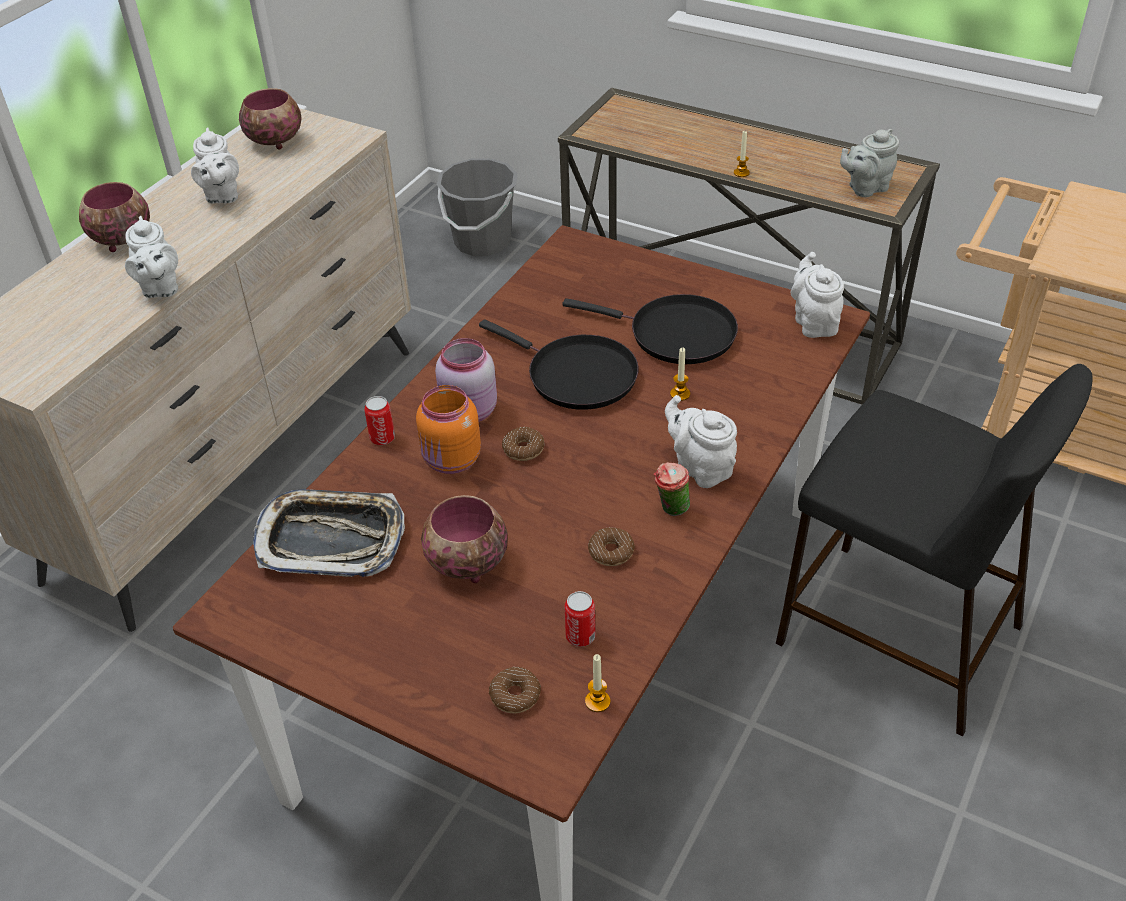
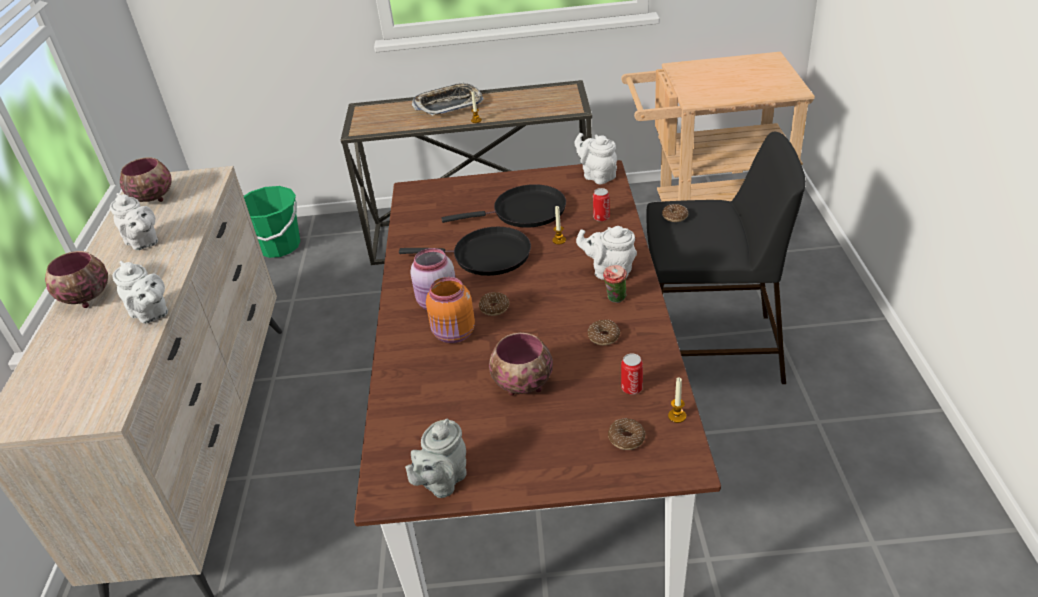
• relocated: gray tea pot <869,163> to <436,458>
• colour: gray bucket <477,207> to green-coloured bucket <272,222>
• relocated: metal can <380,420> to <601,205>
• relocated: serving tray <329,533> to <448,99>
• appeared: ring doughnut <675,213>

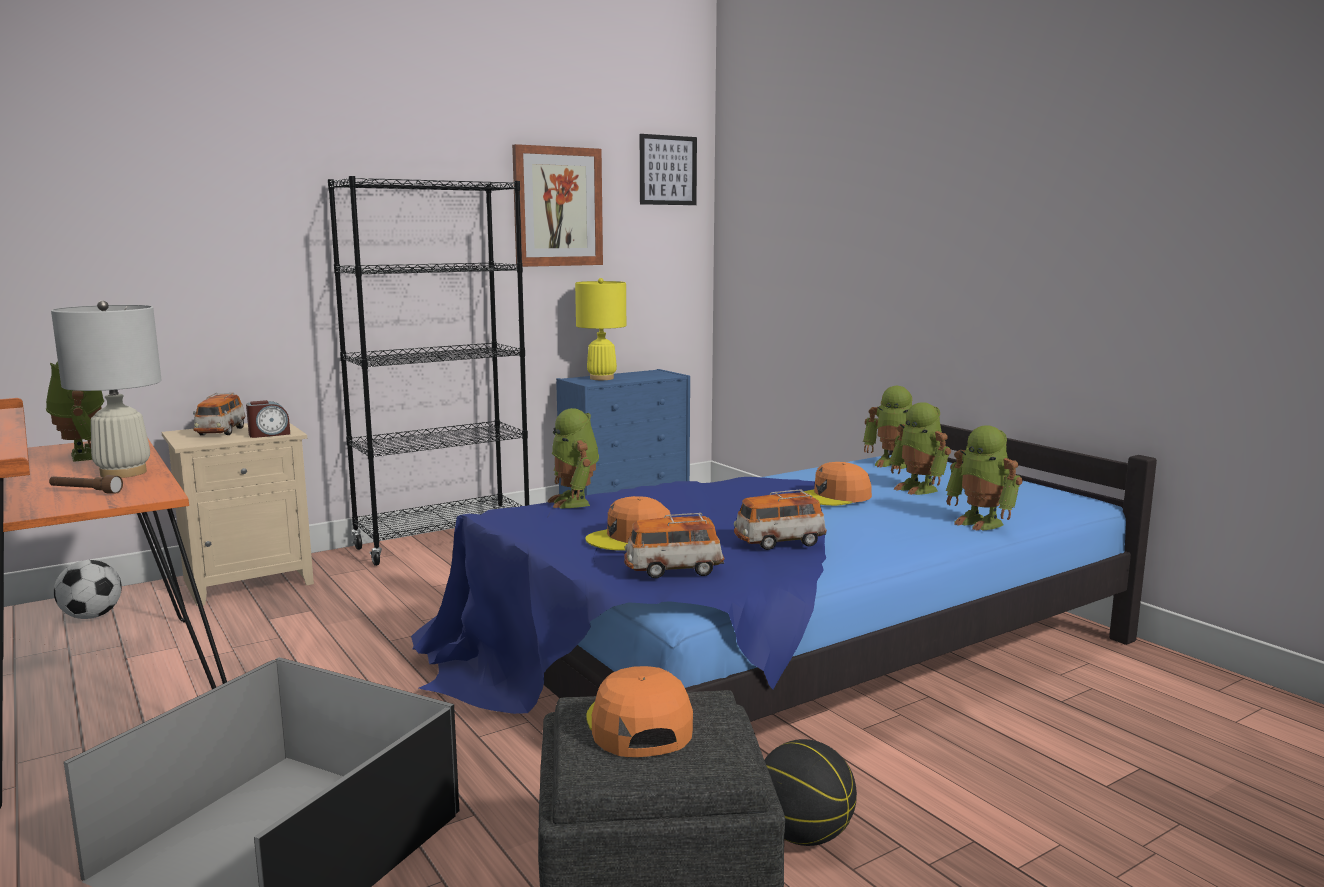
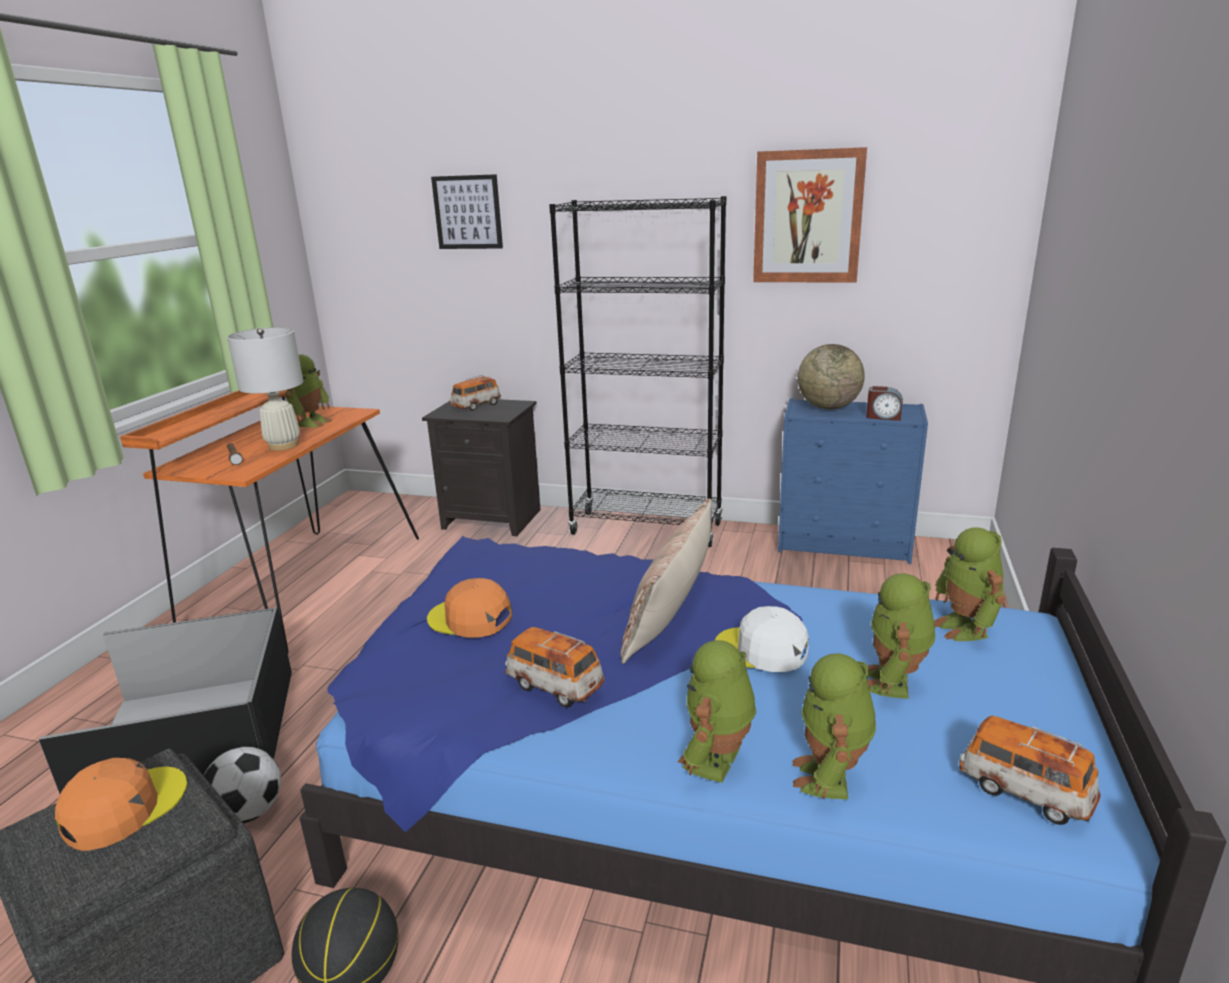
• relocated: picture <668,169> to <467,211>
• exchanged: yellow tabletop lamp <600,329> to desk globe <831,376>
• relocated: alarm clock <268,419> to <884,403>
• relocated: robot figure <573,458> to <717,711>
• colour: beige night table <238,514> to black-coloured night table <481,467>
• colour: orangey cap <836,484> to white cap <762,639>
• relocated: miniature car <674,545> to <1030,770>
• relocated: ball for football <88,589> to <242,785>
• appeared: cushion <666,581>

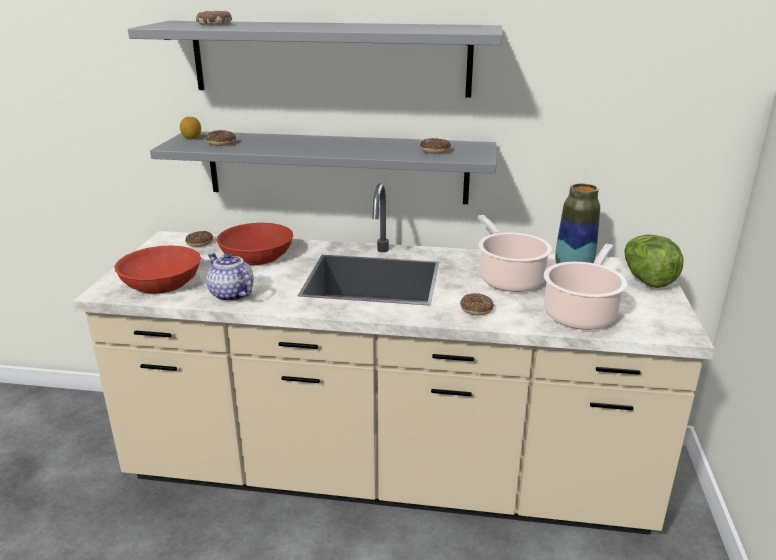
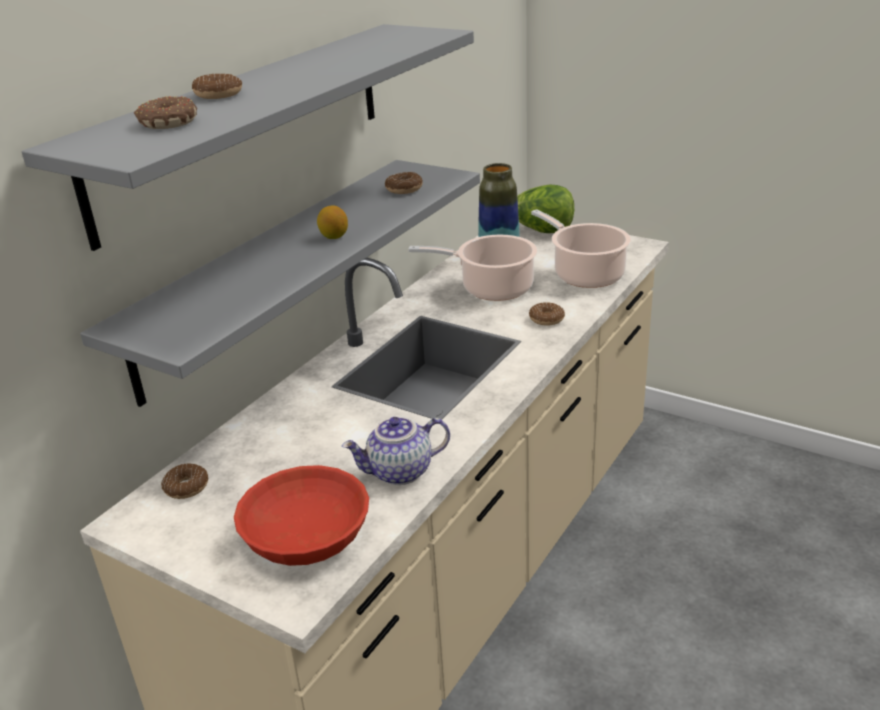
• relocated: lemon <190,128> to <332,222>
• relocated: ring doughnut <220,138> to <217,86>
• missing: red-coloured bowl <254,244>

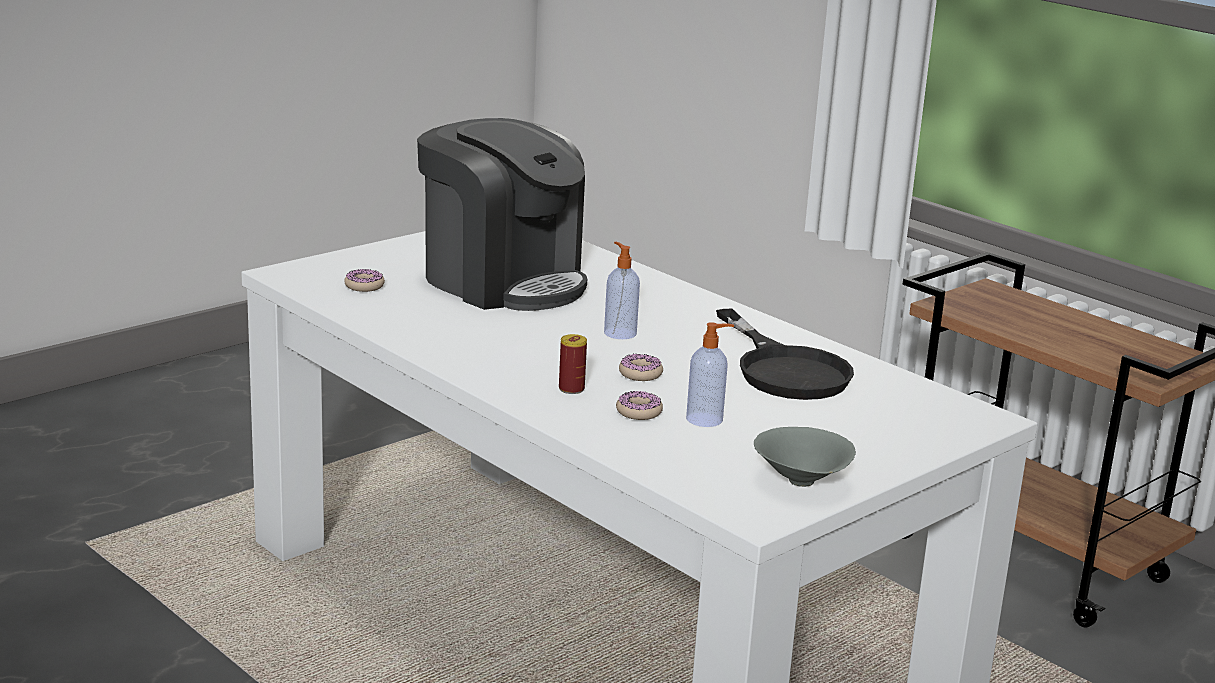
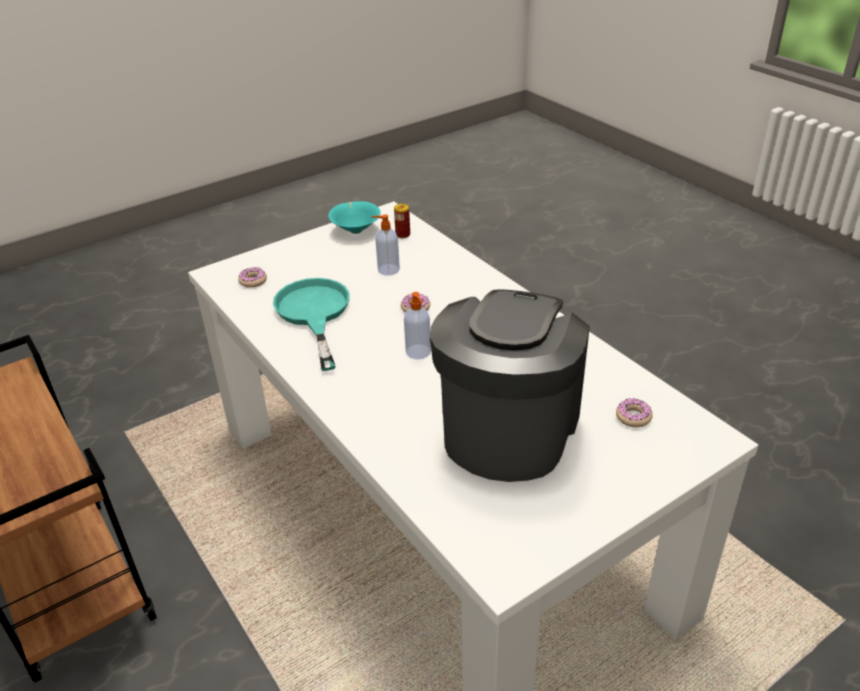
• spun: coffee machine <502,214> = <510,385> 60 degrees clockwise
• colour: black-coloured frying pan <785,354> to turquoise-coloured frying pan <311,324>
• relocated: metal can <573,364> to <402,221>
• relocated: ring doughnut <639,405> to <252,277>
• colour: gray bowl <805,457> to turquoise-coloured bowl <354,217>

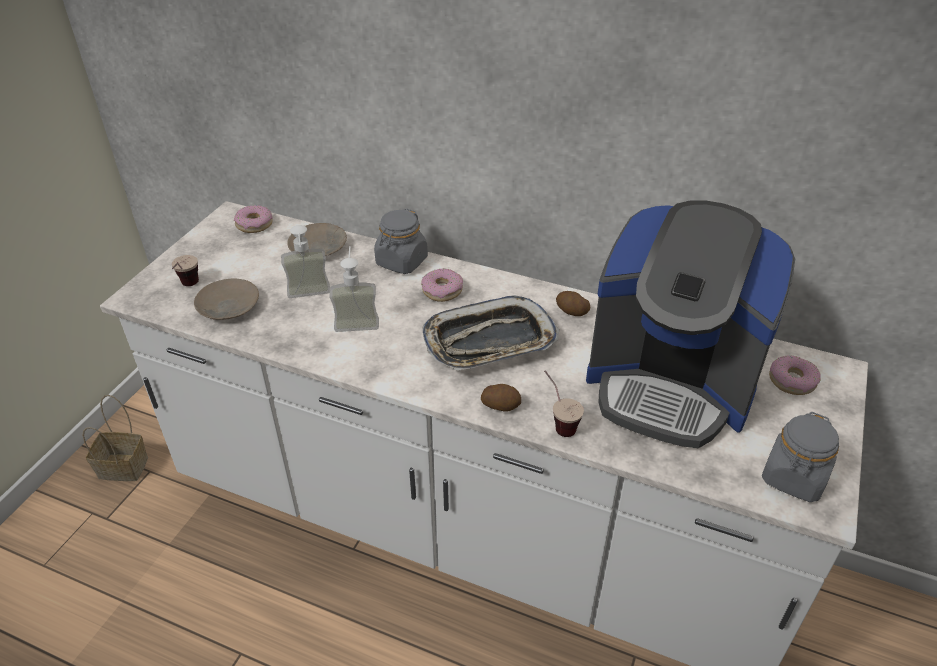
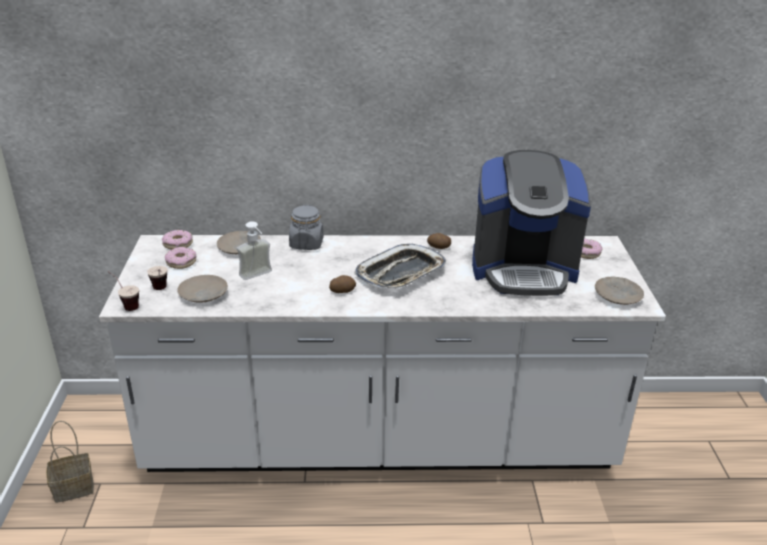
• missing: soap dispenser <354,289>
• relocated: ring doughnut <442,285> to <180,258>
• relocated: small cup <564,403> to <123,291>
• relocated: whole potato <501,398> to <342,284>
• exchanged: gray preserve jar <800,457> to beige flat dish <619,290>

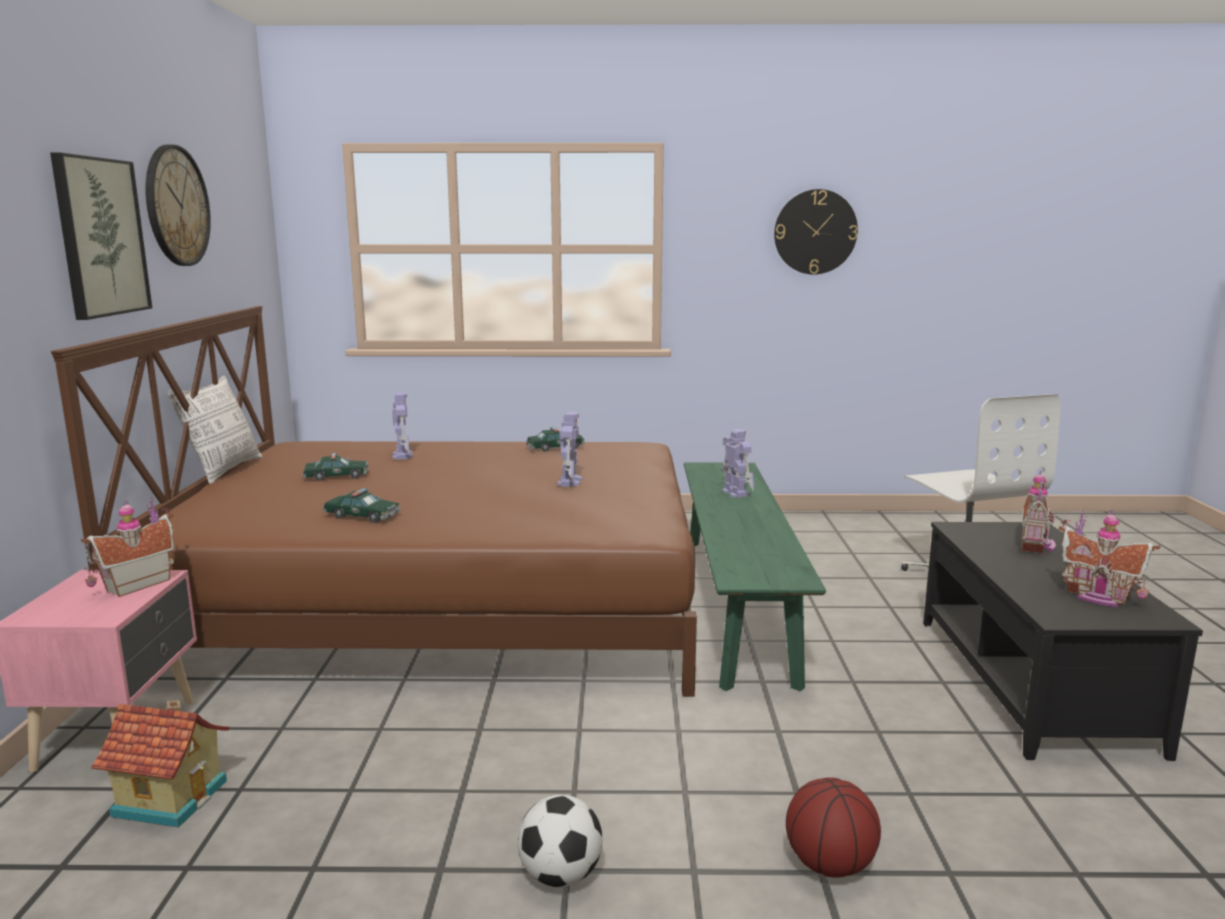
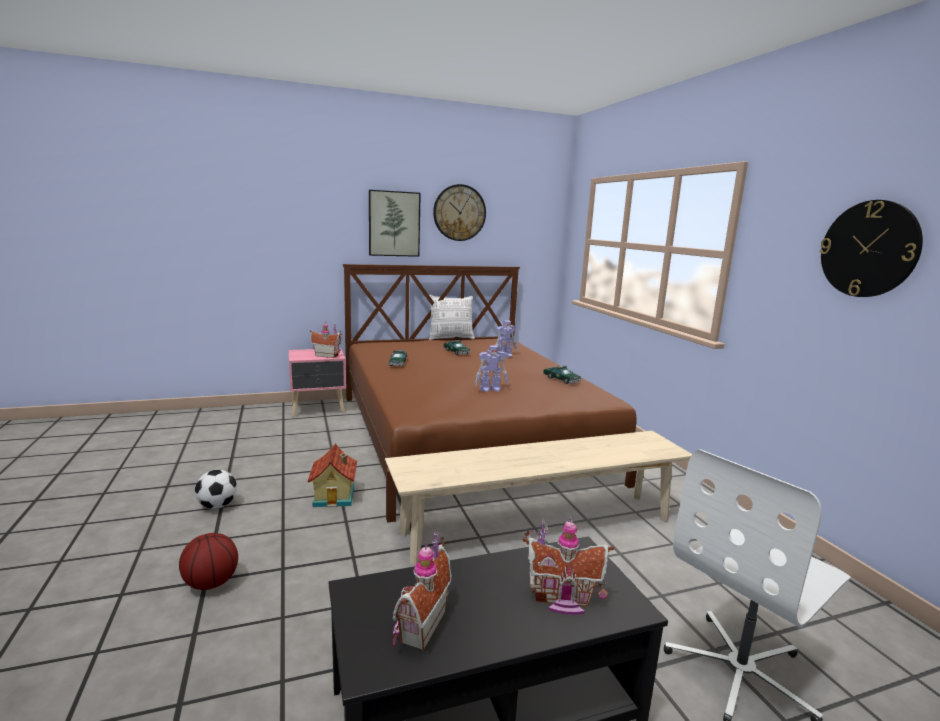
• missing: robot figure <737,463>
• colour: green-coloured long seat <755,577> to beige long seat <538,498>
• relocated: model house <160,764> to <332,475>

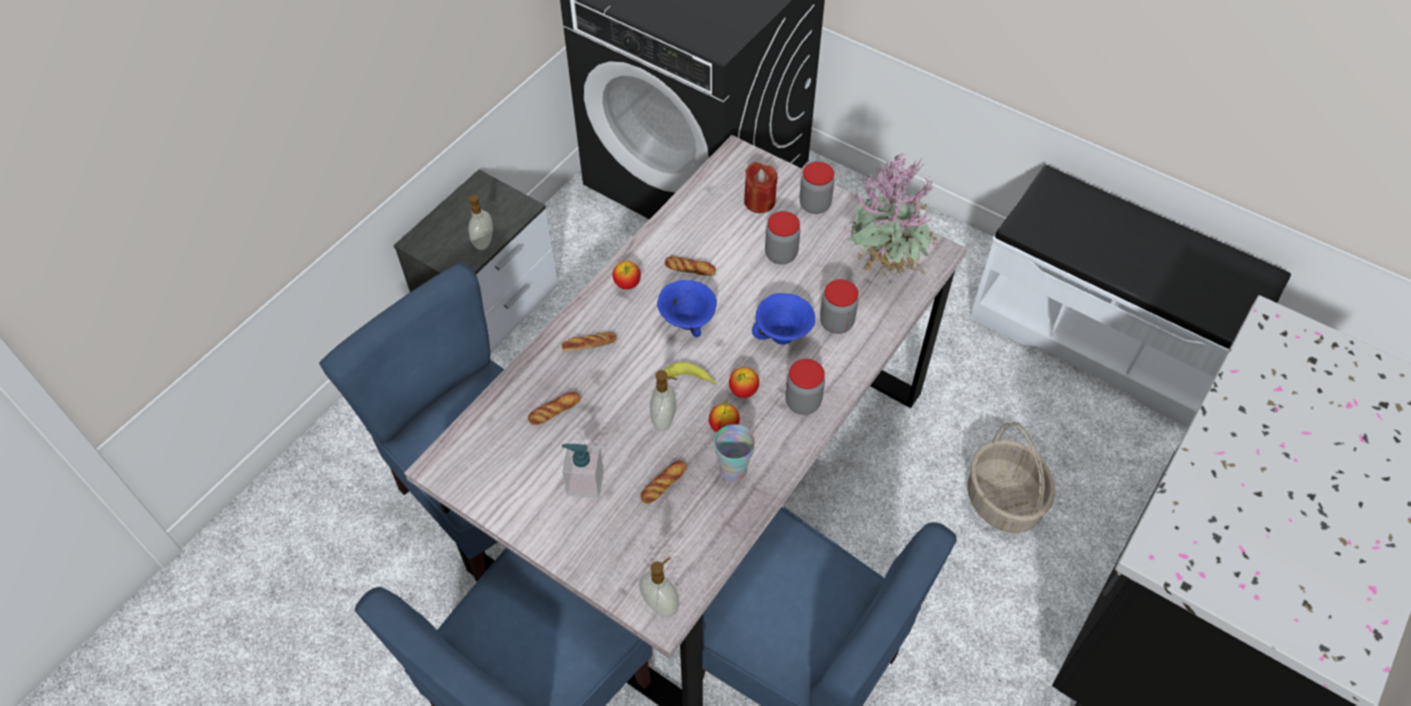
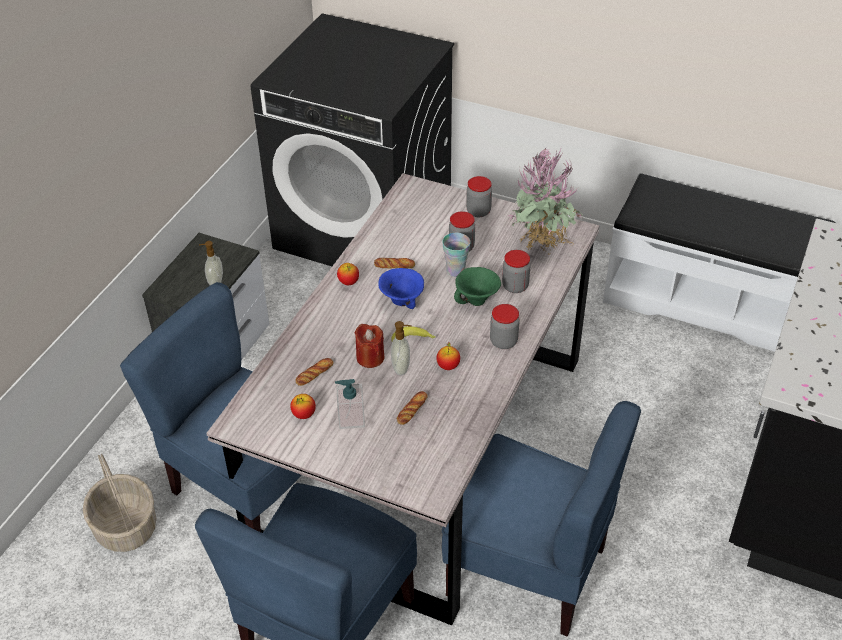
• relocated: red-coloured candle <761,187> to <369,346>
• colour: blue bowl <783,319> to green-coloured bowl <477,286>
• missing: bakery bread <589,342>
• relocated: apple fruit <744,382> to <303,406>
• relocated: household basket <1011,477> to <119,503>
• relocated: small cup <734,453> to <456,255>
• missing: soap dispenser <659,587>

